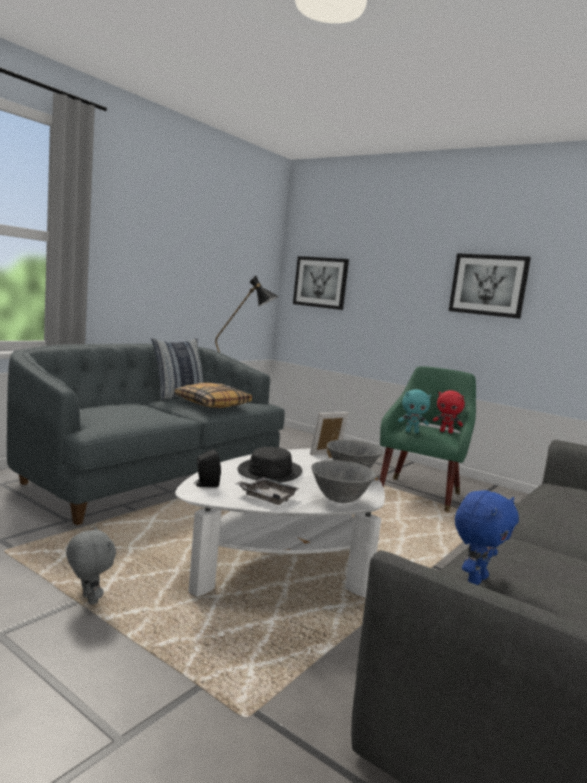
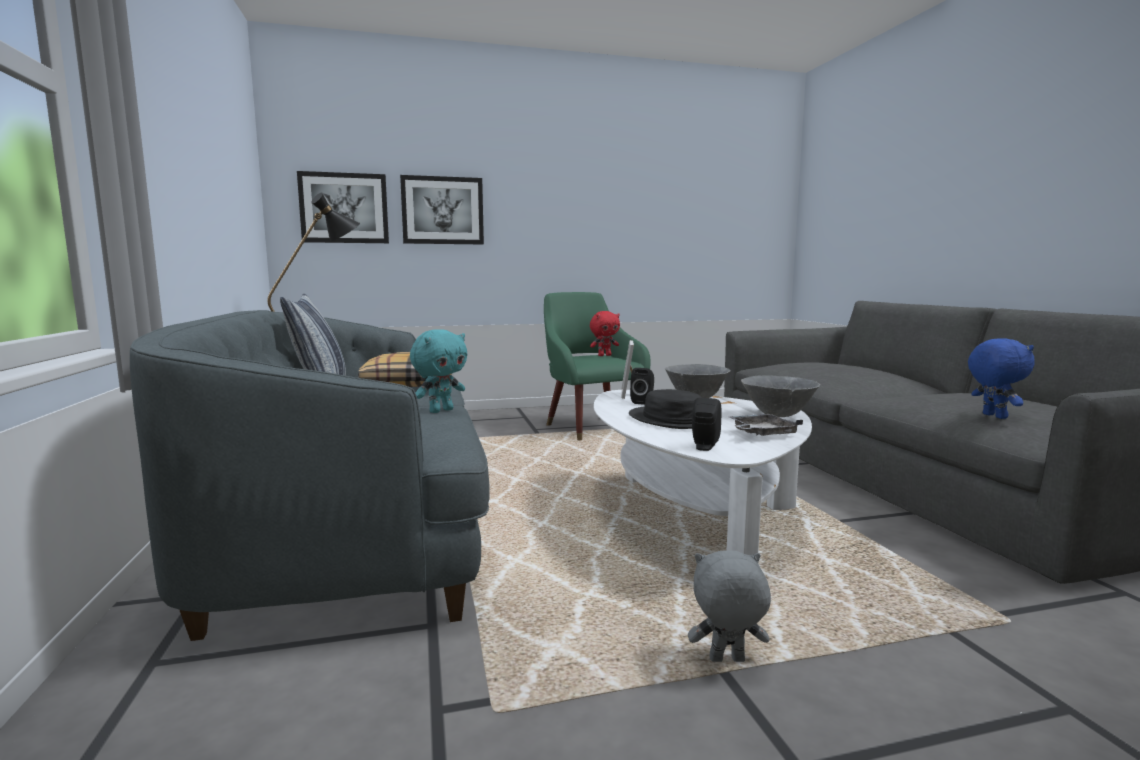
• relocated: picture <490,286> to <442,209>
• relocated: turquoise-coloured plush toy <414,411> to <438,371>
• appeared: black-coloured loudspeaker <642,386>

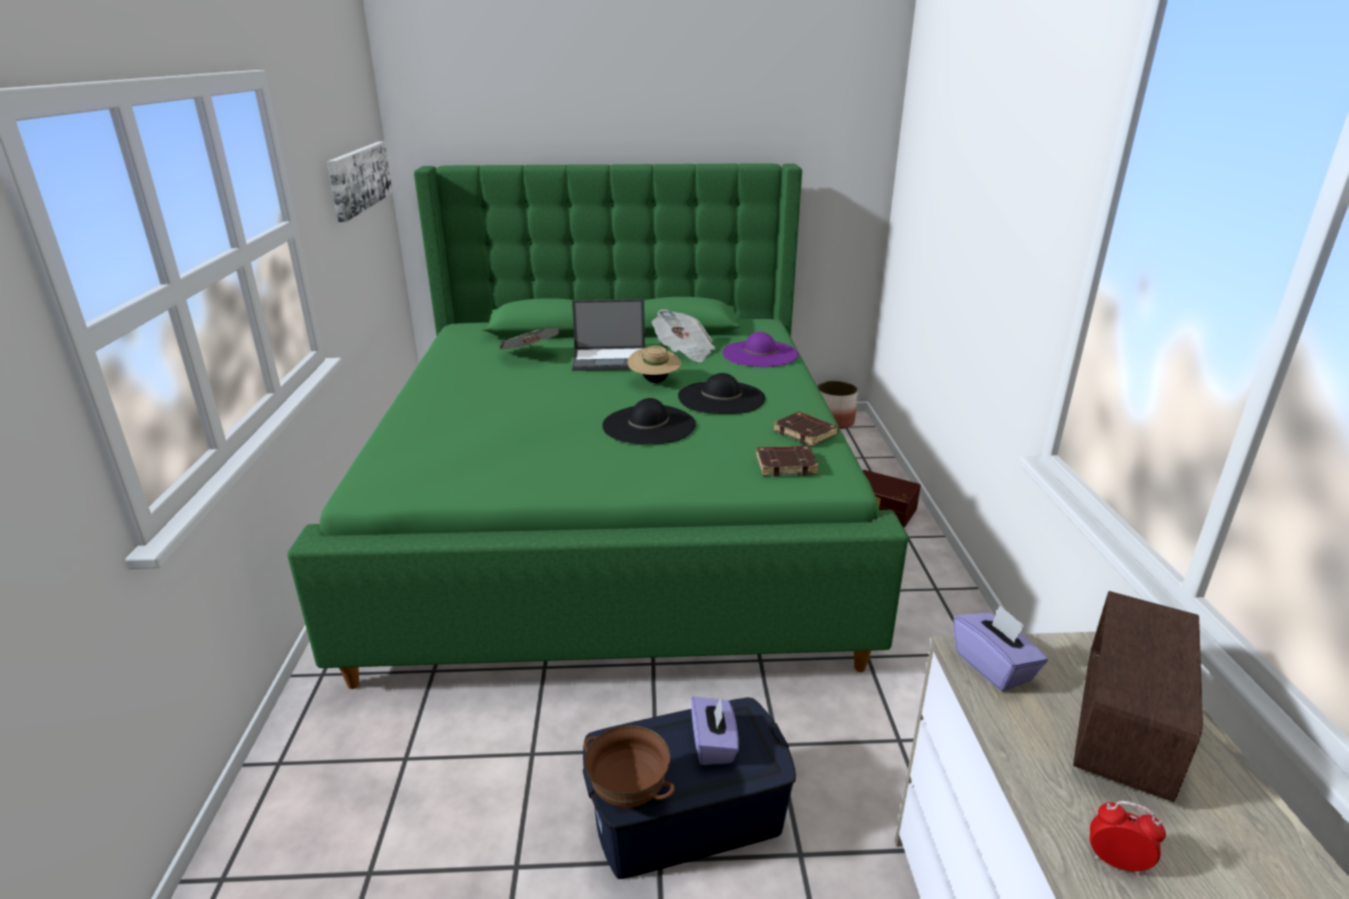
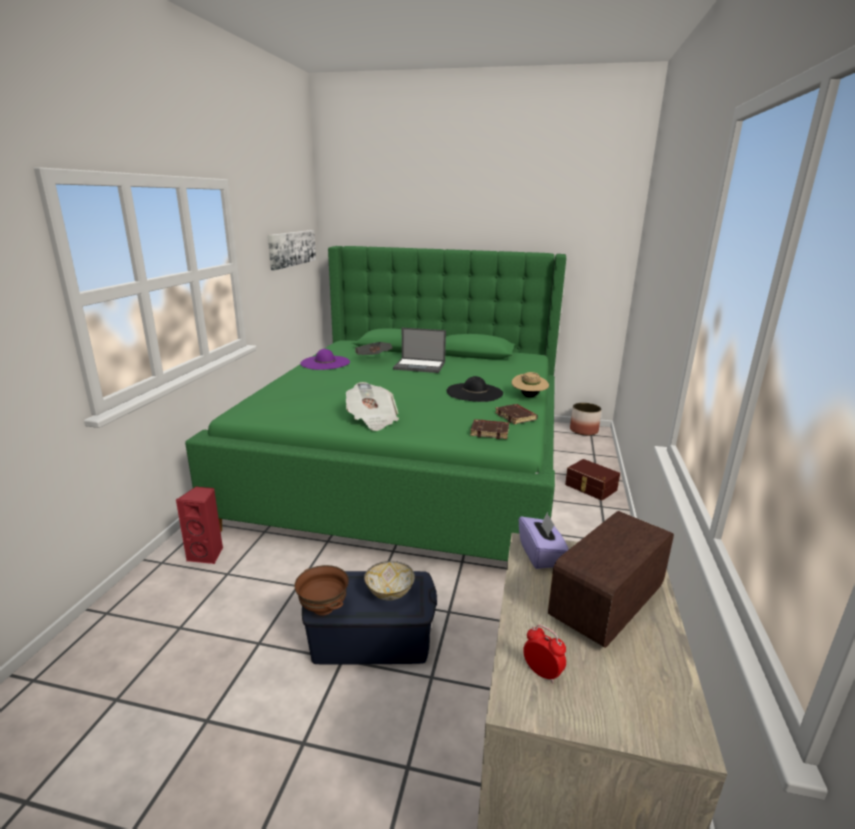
• relocated: printed paper <684,335> to <372,406>
• relocated: purplish clothing hat <760,349> to <325,359>
• relocated: beige clothing hat <654,364> to <530,385>
• missing: black-coloured clothing hat <649,421>
• exchanged: purplish box of tissues <715,730> to bowl <389,581>
• appeared: red-coloured loudspeaker <199,526>

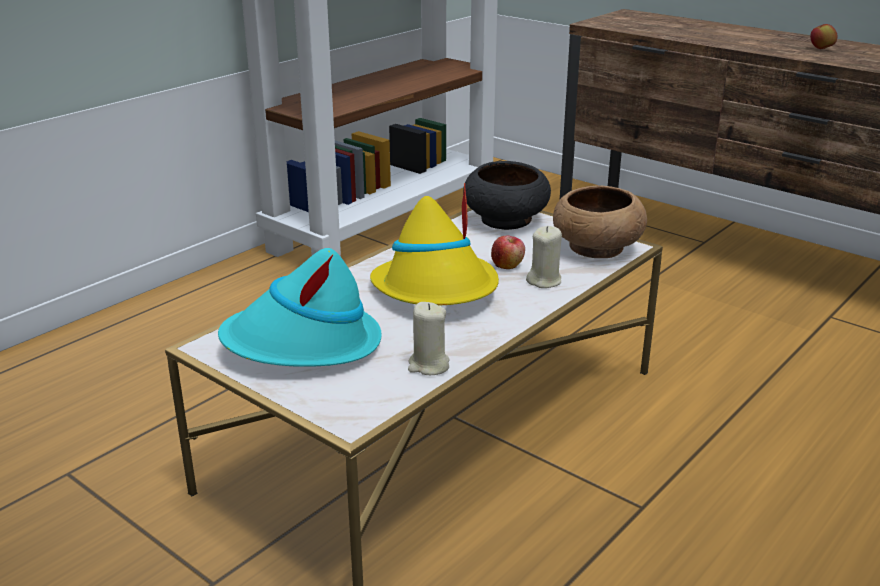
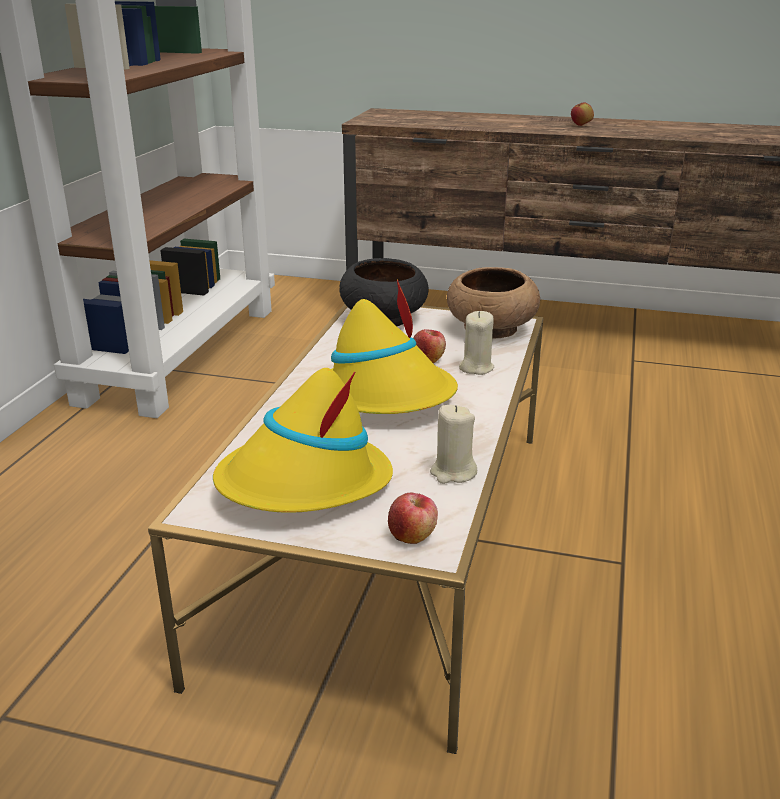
• colour: turquoise-coloured clothing hat <300,307> to yellow clothing hat <303,440>
• appeared: apple fruit <413,518>

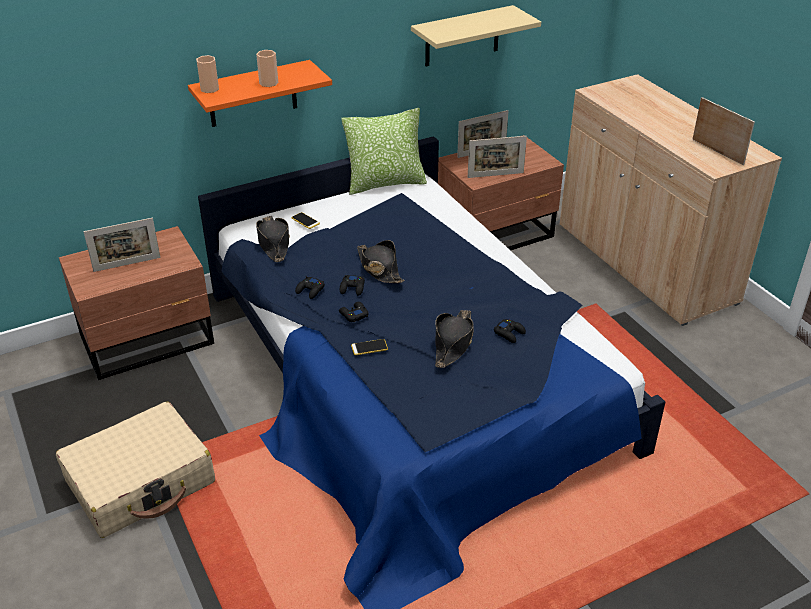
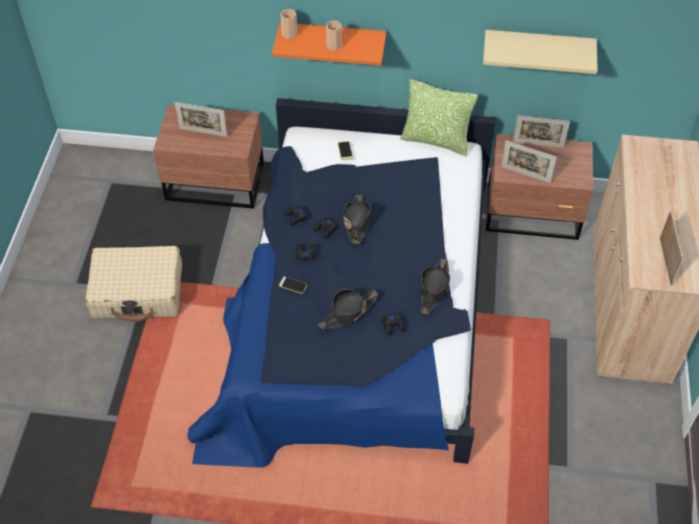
• relocated: black-coloured clothing hat <273,239> to <435,286>

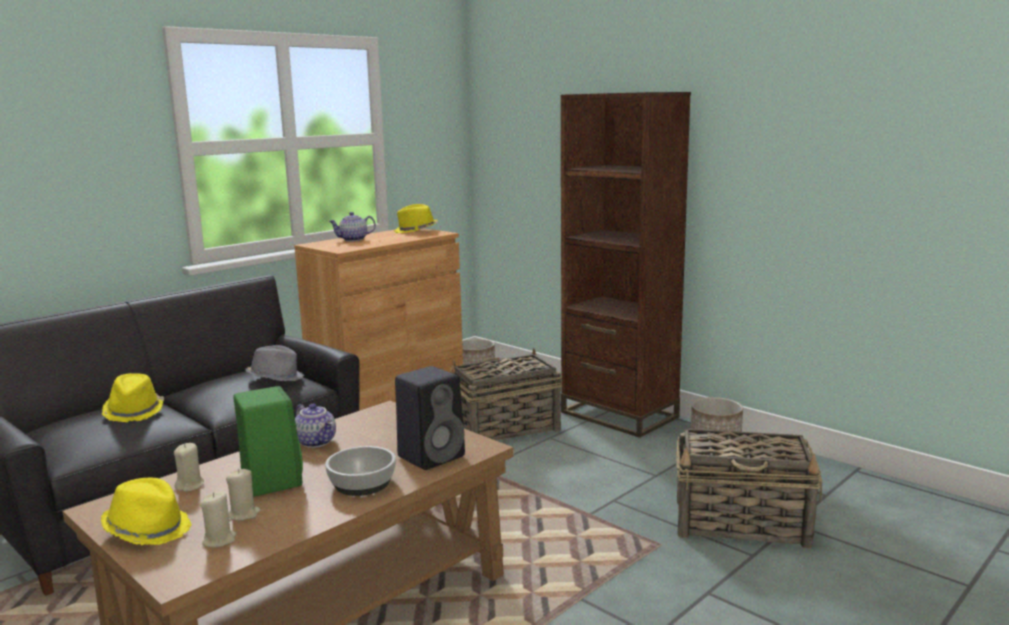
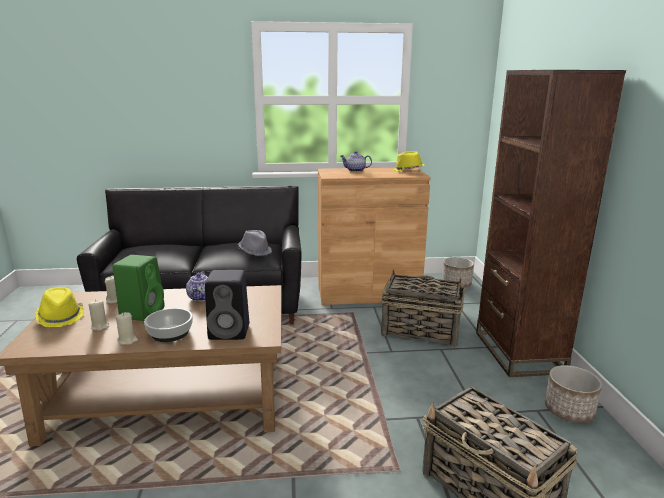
• missing: yellow clothing hat <133,397>
• relocated: beige candle <218,519> to <127,328>

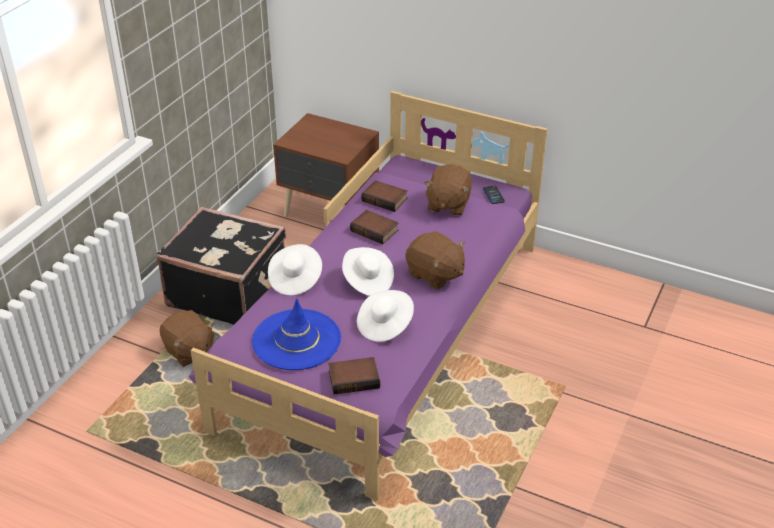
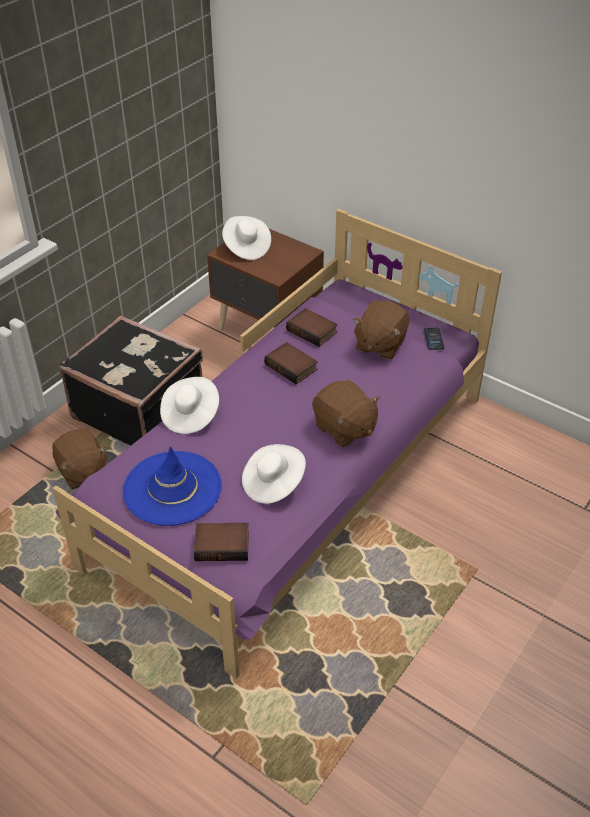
• relocated: white clothing hat <368,271> to <246,238>

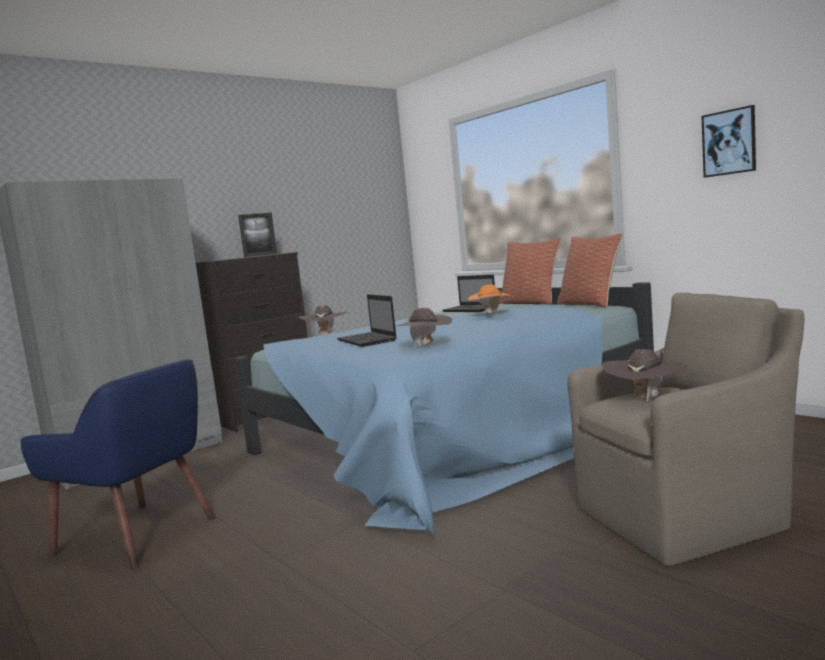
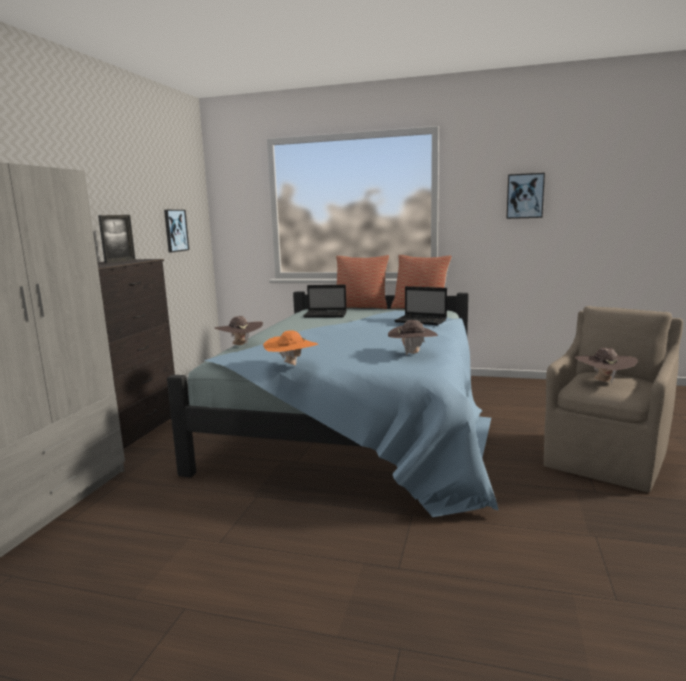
• relocated: orangey clothing hat <489,299> to <290,348>
• relocated: portable computer <367,320> to <420,305>
• missing: blue armchair <118,464>
• appeared: picture <176,231>

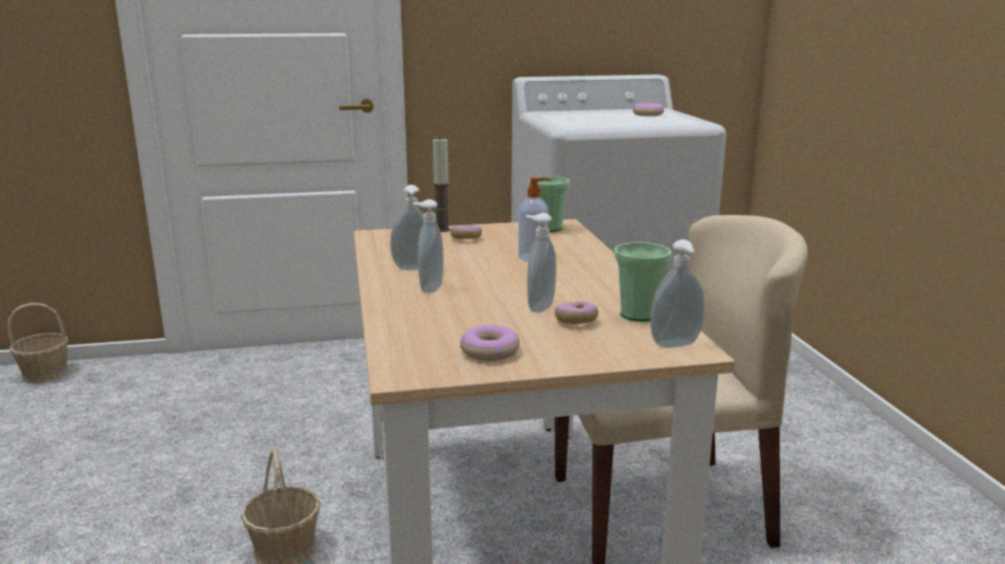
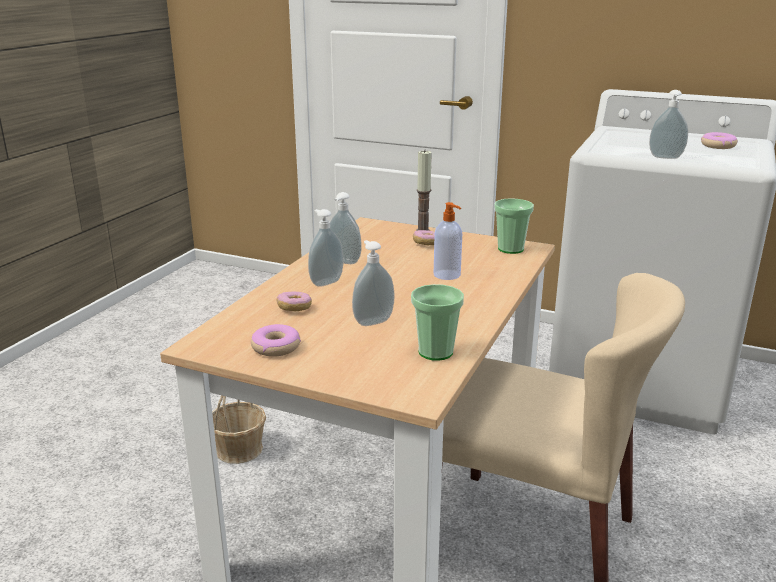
• relocated: soap dispenser <677,293> to <668,124>
• relocated: ring doughnut <576,312> to <294,301>
• missing: household basket <38,343>

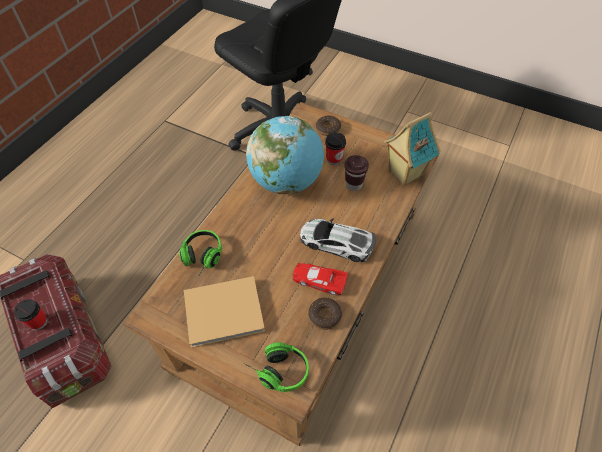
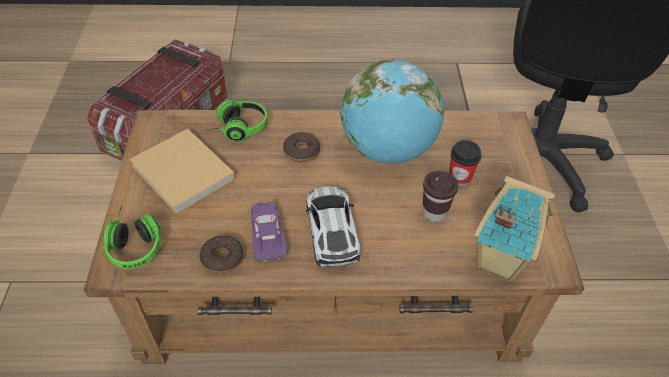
• relocated: ring doughnut <328,126> to <301,147>
• colour: red-coloured miniature car <320,279> to purplish miniature car <269,231>
• missing: small cup <31,314>

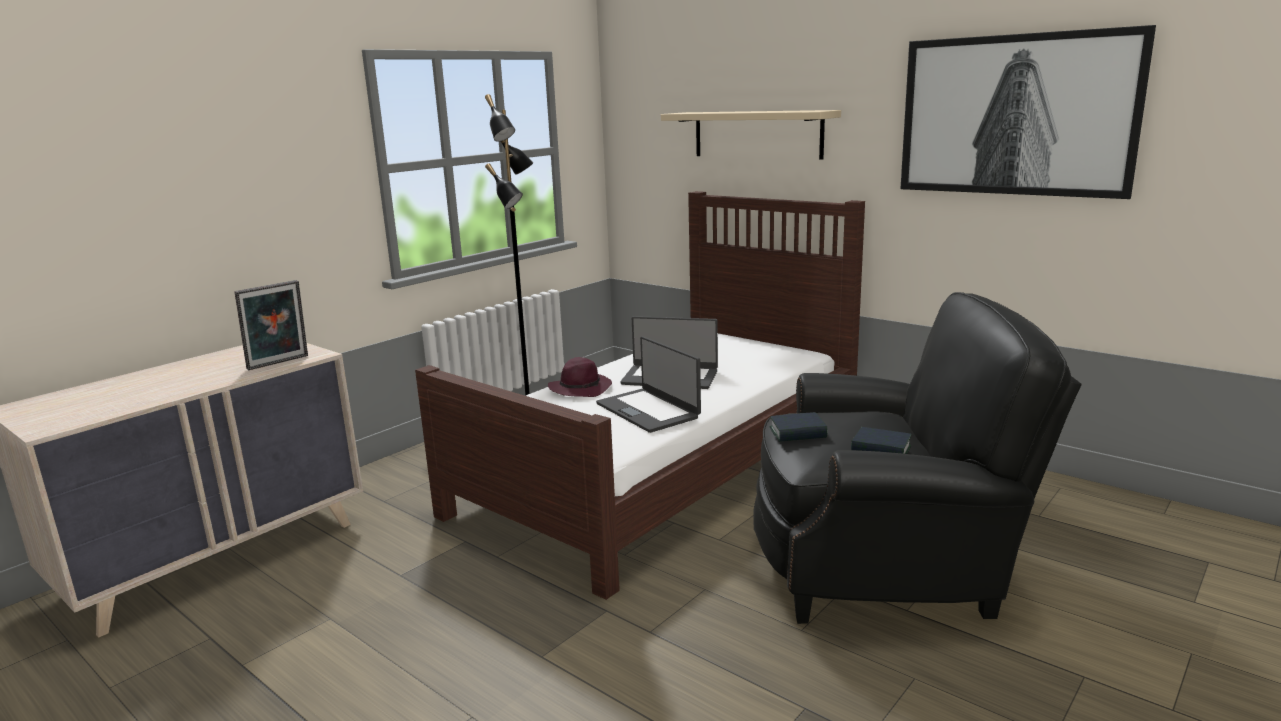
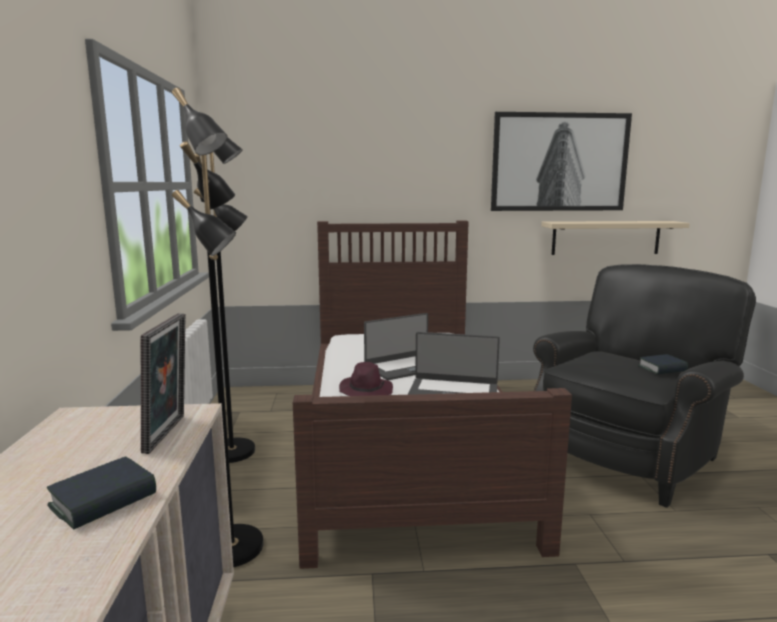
• relocated: beige wall shelf <751,135> to <615,238>
• relocated: bound book <798,427> to <101,493>
• appeared: black-coloured standing lamp <218,327>

